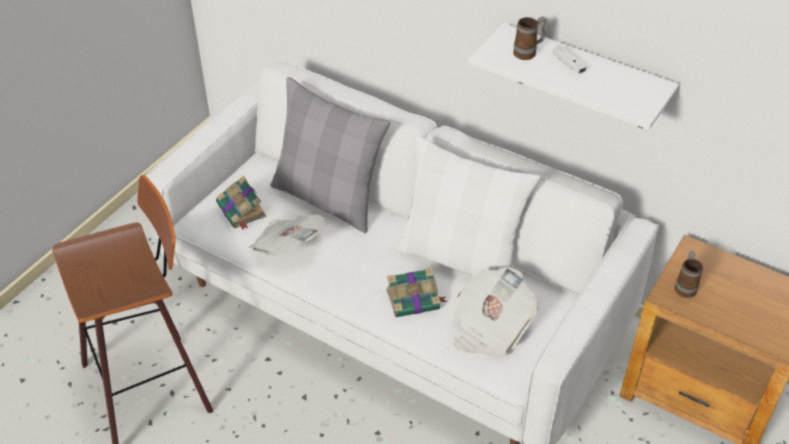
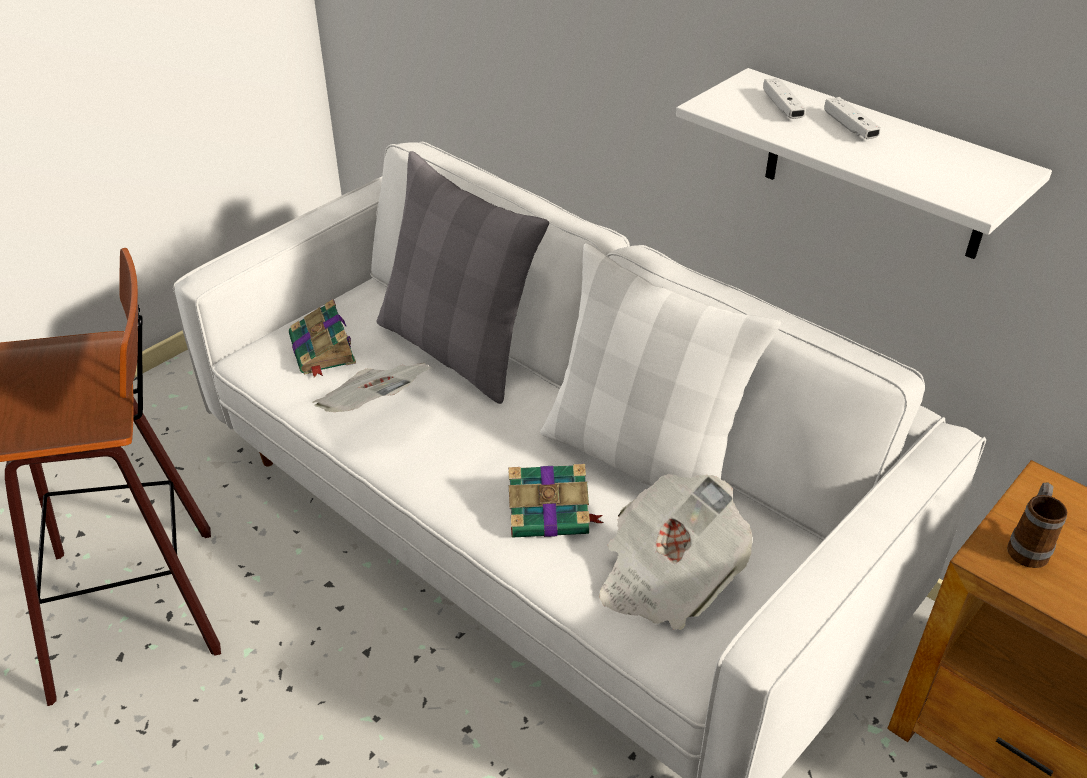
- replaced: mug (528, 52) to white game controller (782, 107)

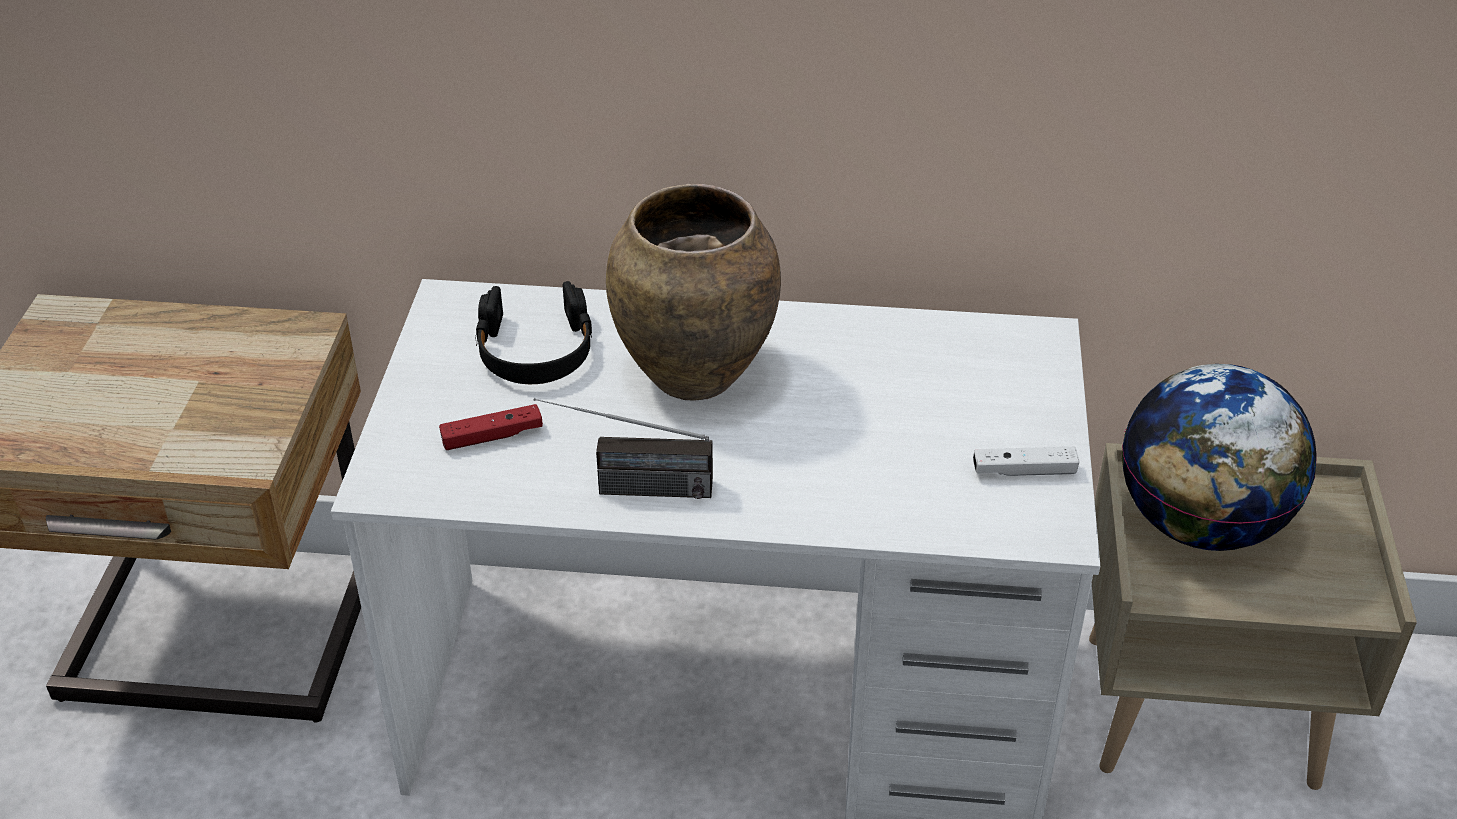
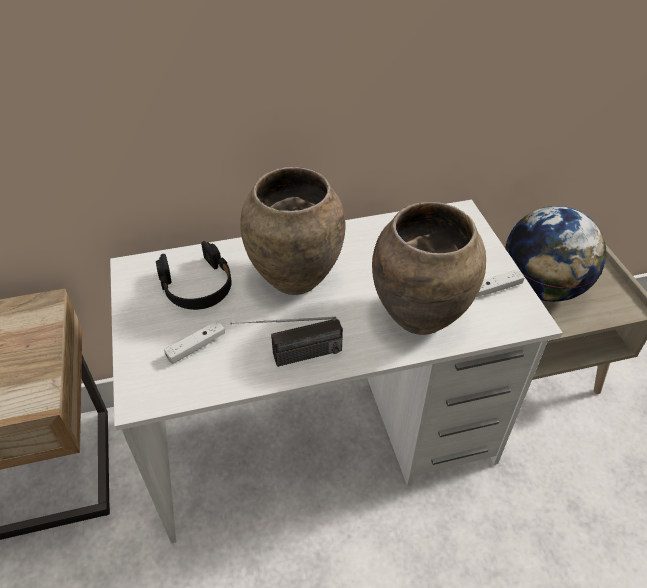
- recoloured: red game controller (492, 436) to white game controller (196, 347)
- added: brown vase (421, 317)

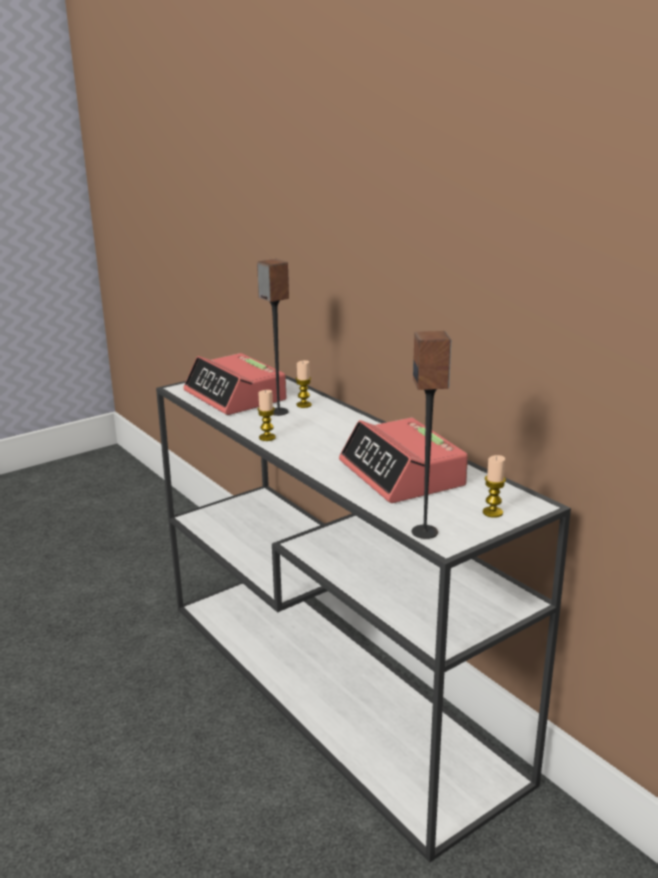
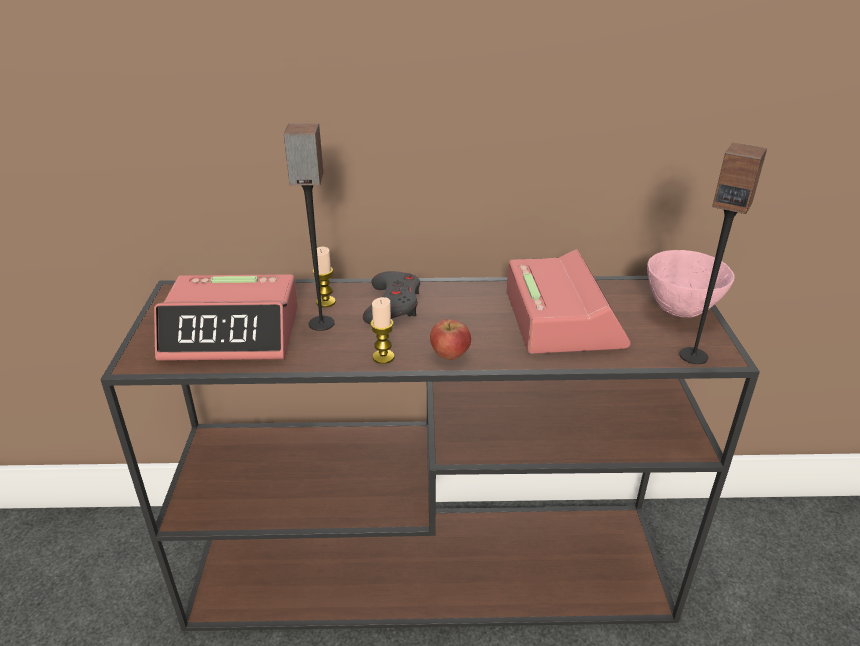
- recoloured: white console table (336, 687) to brown console table (434, 563)
- turned: alarm clock (402, 474) = (562, 318) 105 degrees counterclockwise
- replaced: candle (492, 512) to pink bowl (680, 309)
- added: grey game controller (393, 304)
- added: apple (450, 354)

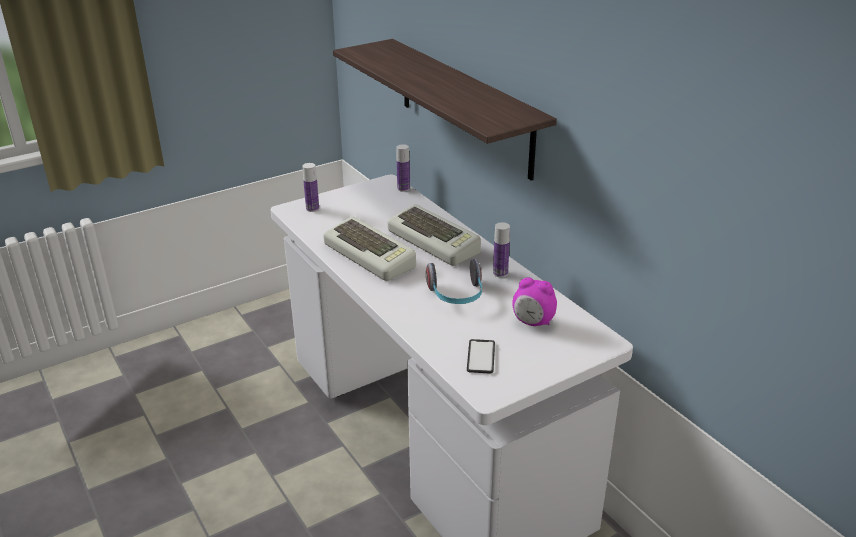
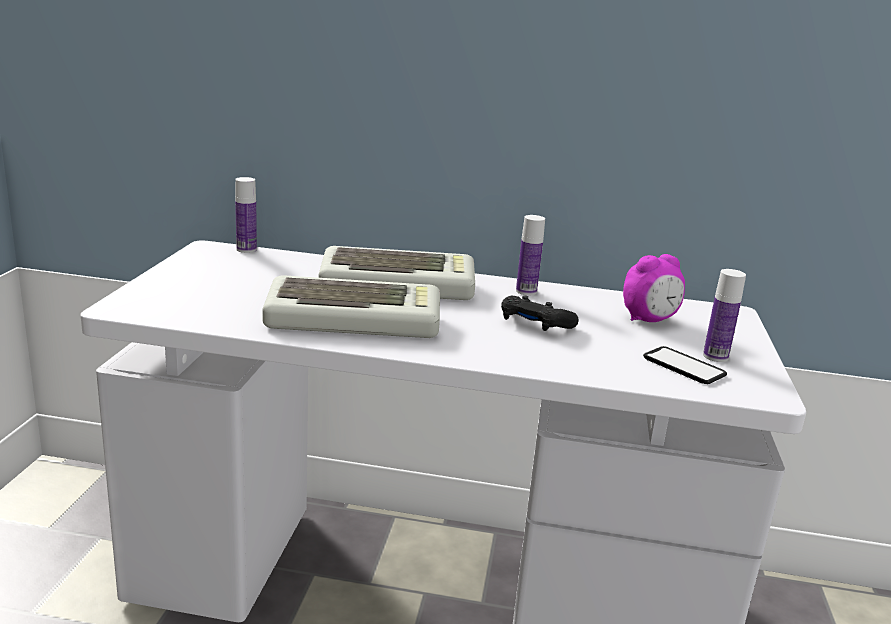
- removed: shelf (464, 107)
- moved: bottle (312, 209) to (715, 356)
- replaced: headphones (456, 295) to black game controller (534, 324)

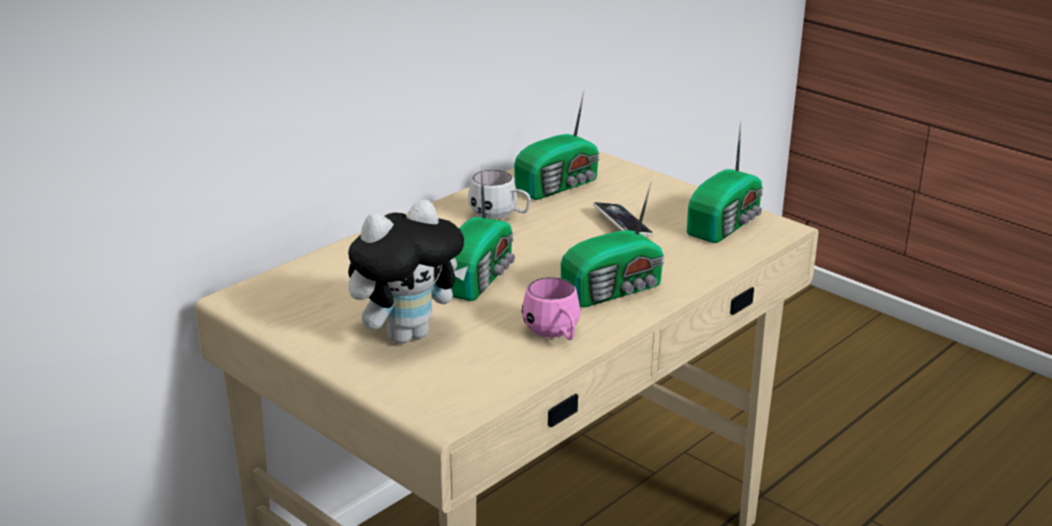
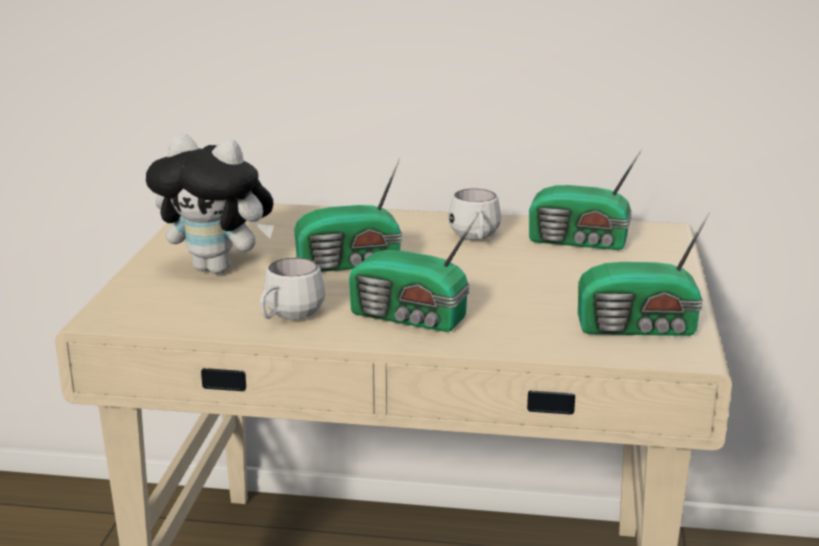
- removed: phone (622, 223)
- recoloured: pink mug (555, 335) to white mug (288, 318)

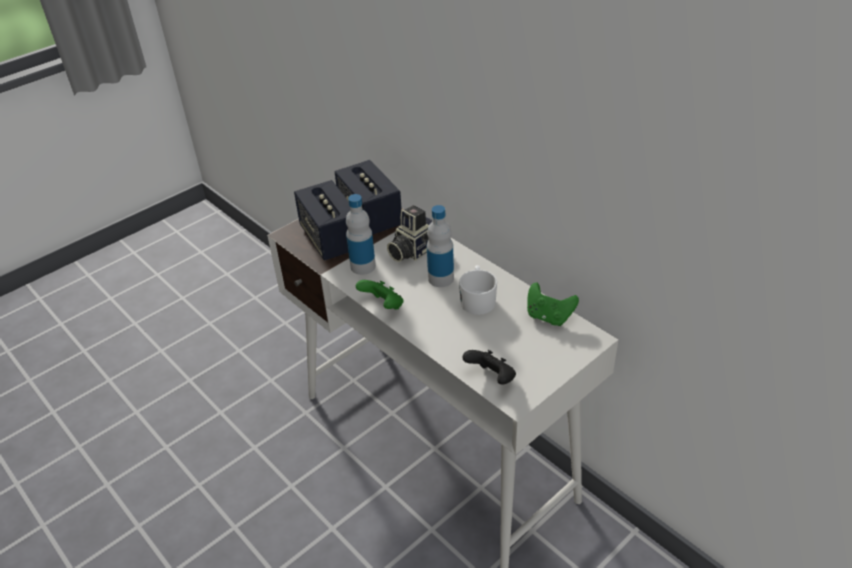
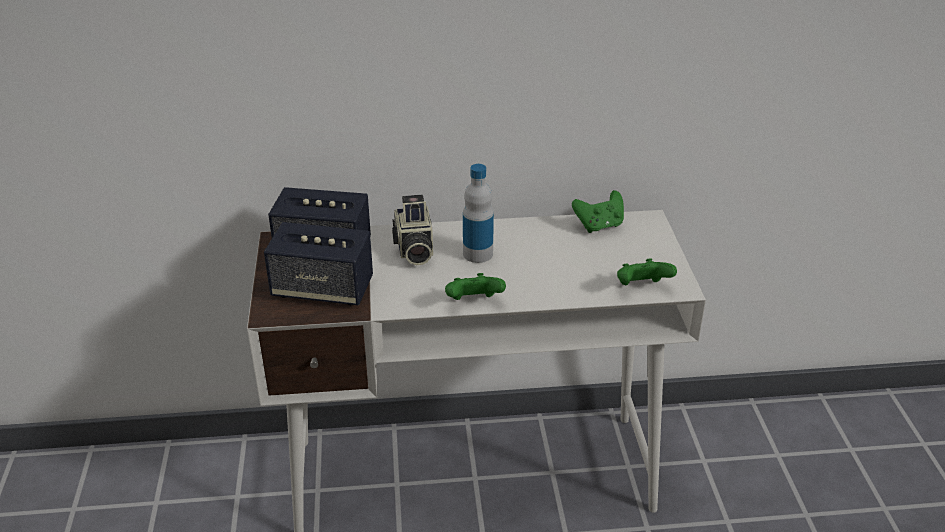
- removed: bottle (363, 266)
- removed: white mug (478, 299)
- recoloured: black game controller (491, 378) to green game controller (641, 288)

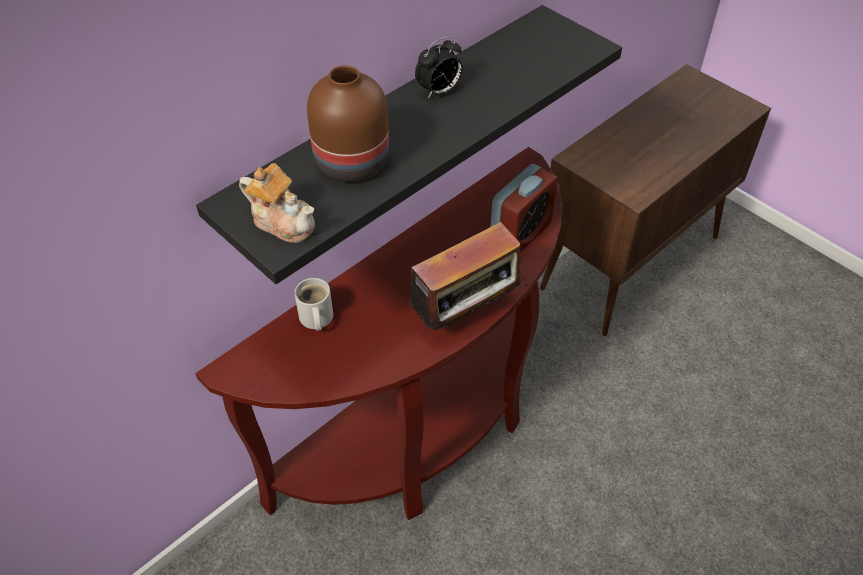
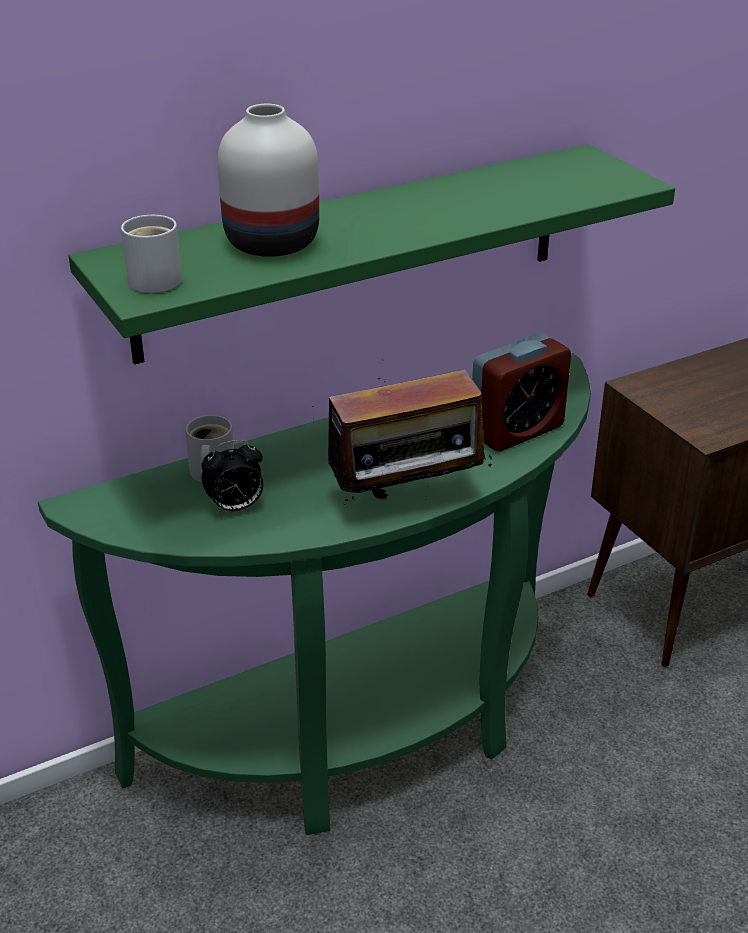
- recoloured: black shelf (391, 131) to green shelf (353, 251)
- moved: alarm clock (439, 92) to (235, 508)
- recoloured: brown vase (353, 164) to white vase (272, 244)
- recoloured: brown console table (424, 432) to green console table (366, 733)
- replaced: teapot (283, 222) to white mug (159, 279)

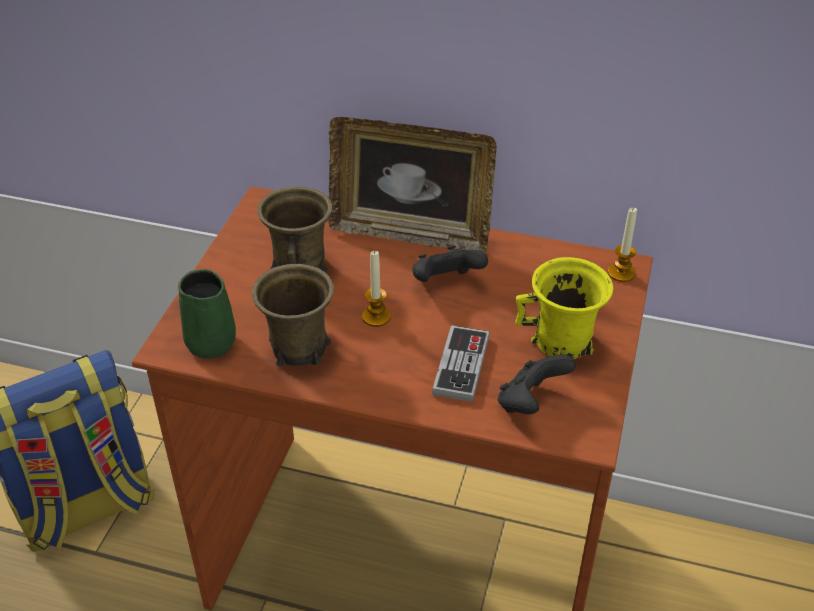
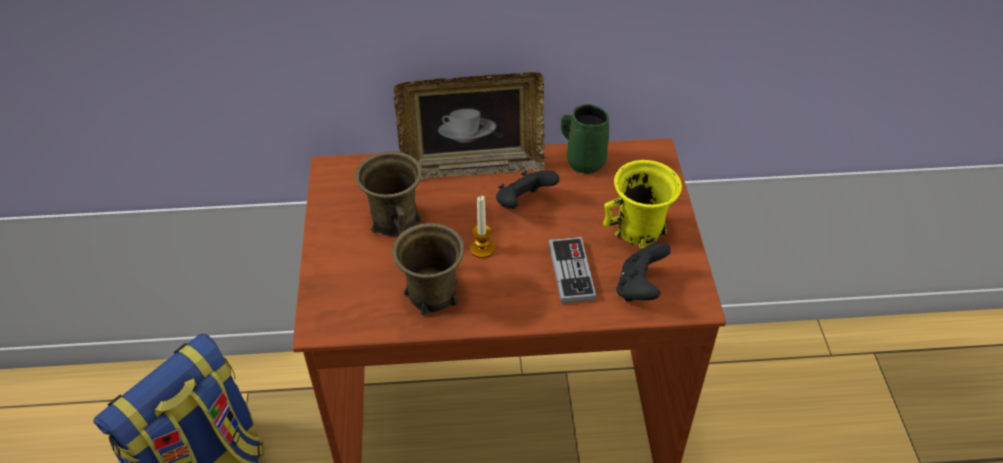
- removed: candle (621, 273)
- moved: green mug (210, 341) to (584, 161)

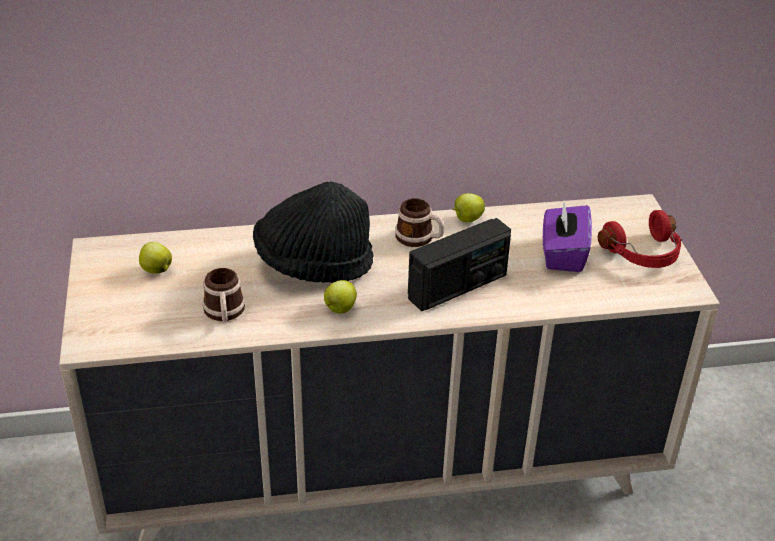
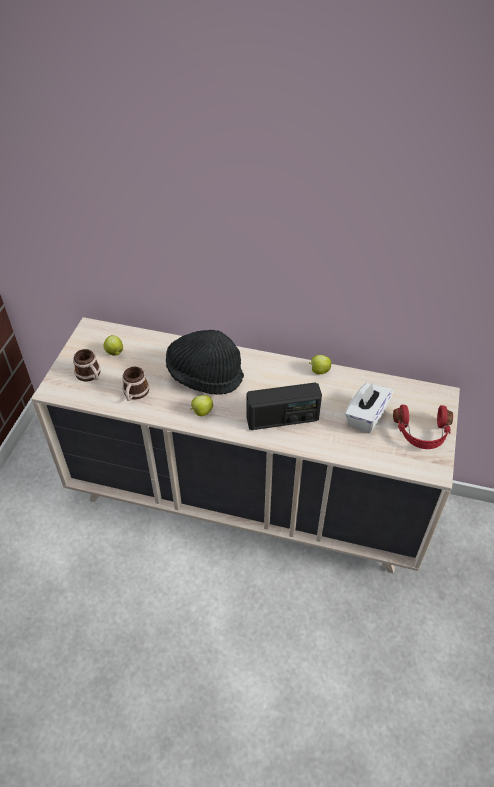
- moved: mug (419, 238) to (90, 375)
- recoloured: purple tissue box (563, 254) to white tissue box (366, 416)

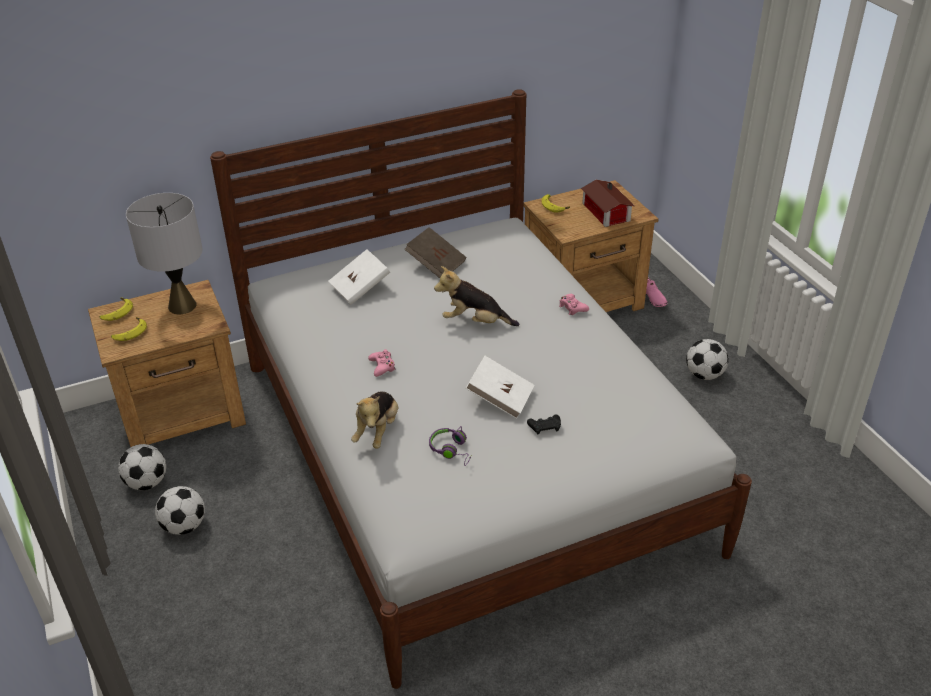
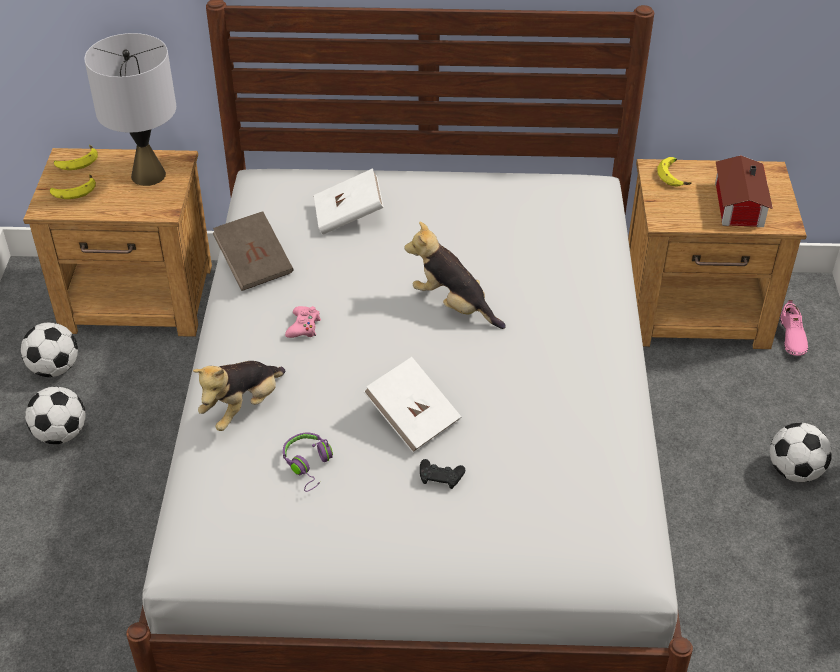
- moved: brown book (436, 264) to (254, 265)
- removed: pink game controller (572, 308)

